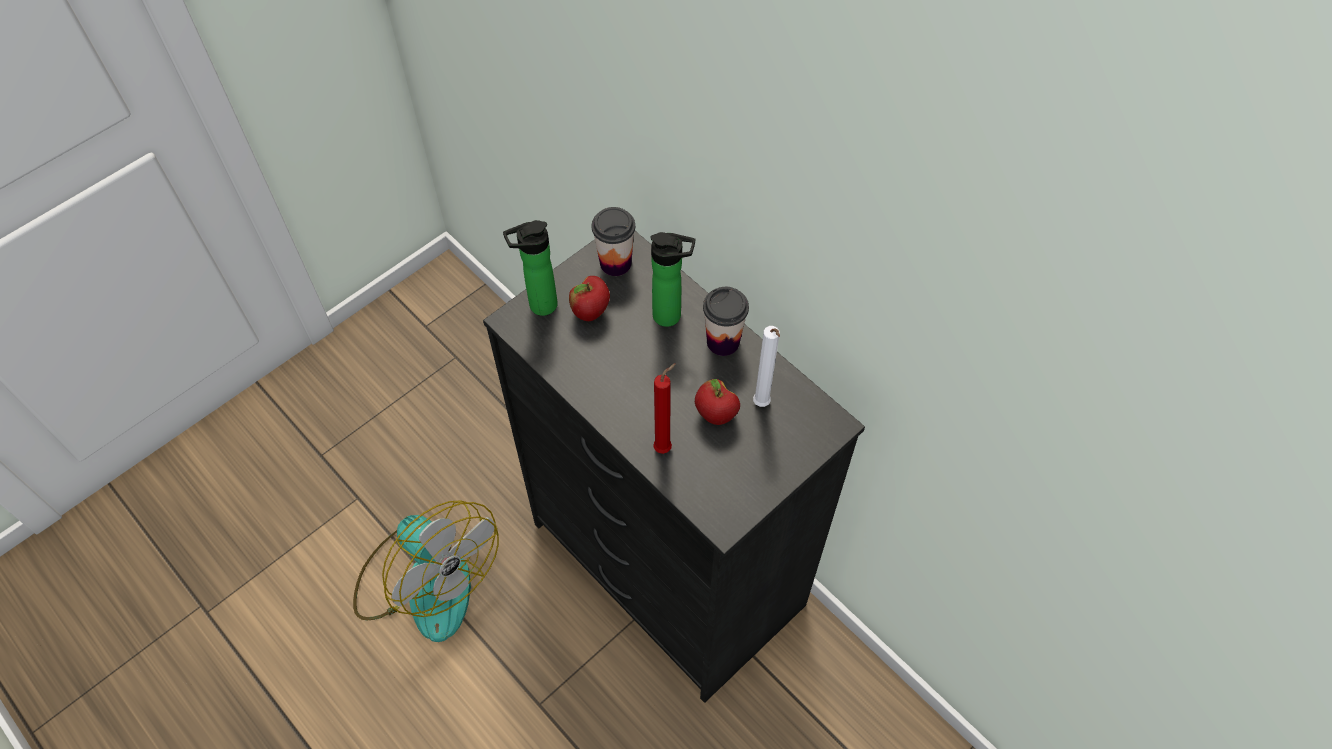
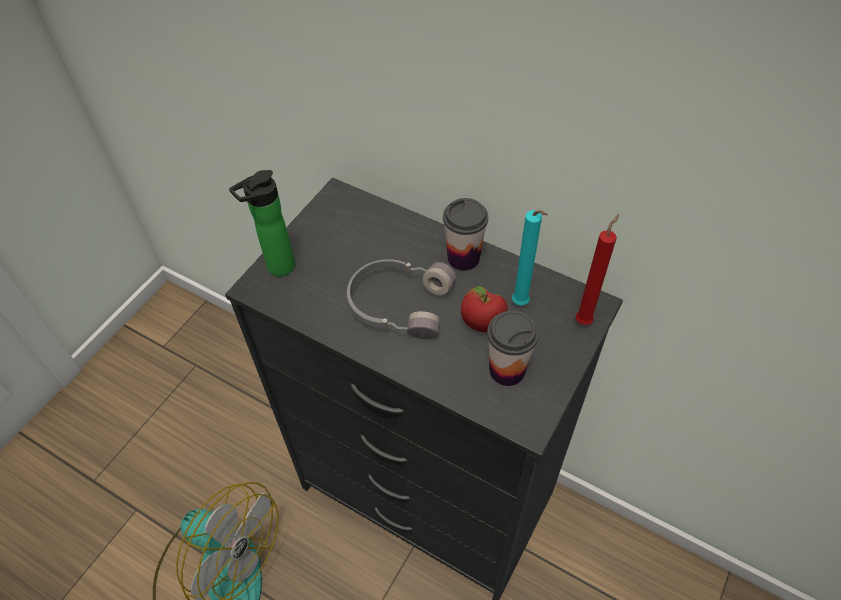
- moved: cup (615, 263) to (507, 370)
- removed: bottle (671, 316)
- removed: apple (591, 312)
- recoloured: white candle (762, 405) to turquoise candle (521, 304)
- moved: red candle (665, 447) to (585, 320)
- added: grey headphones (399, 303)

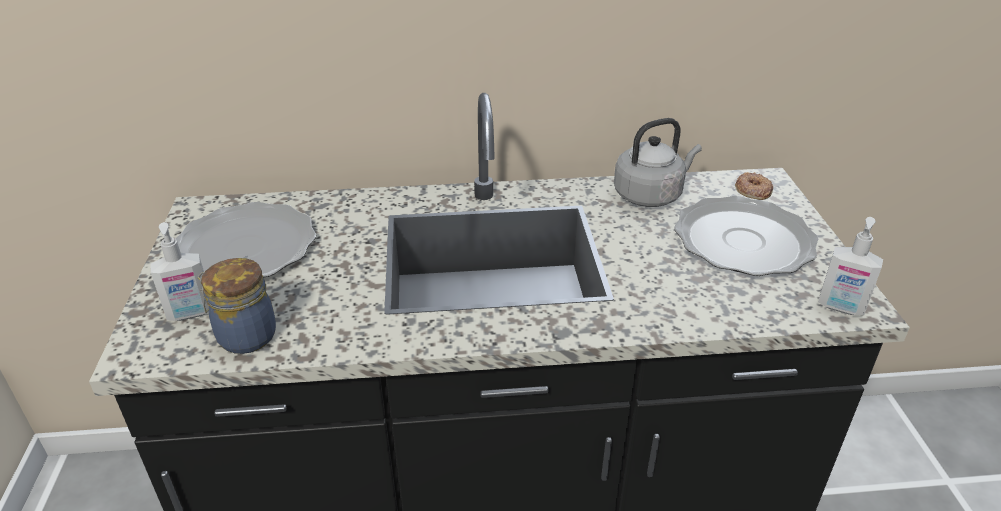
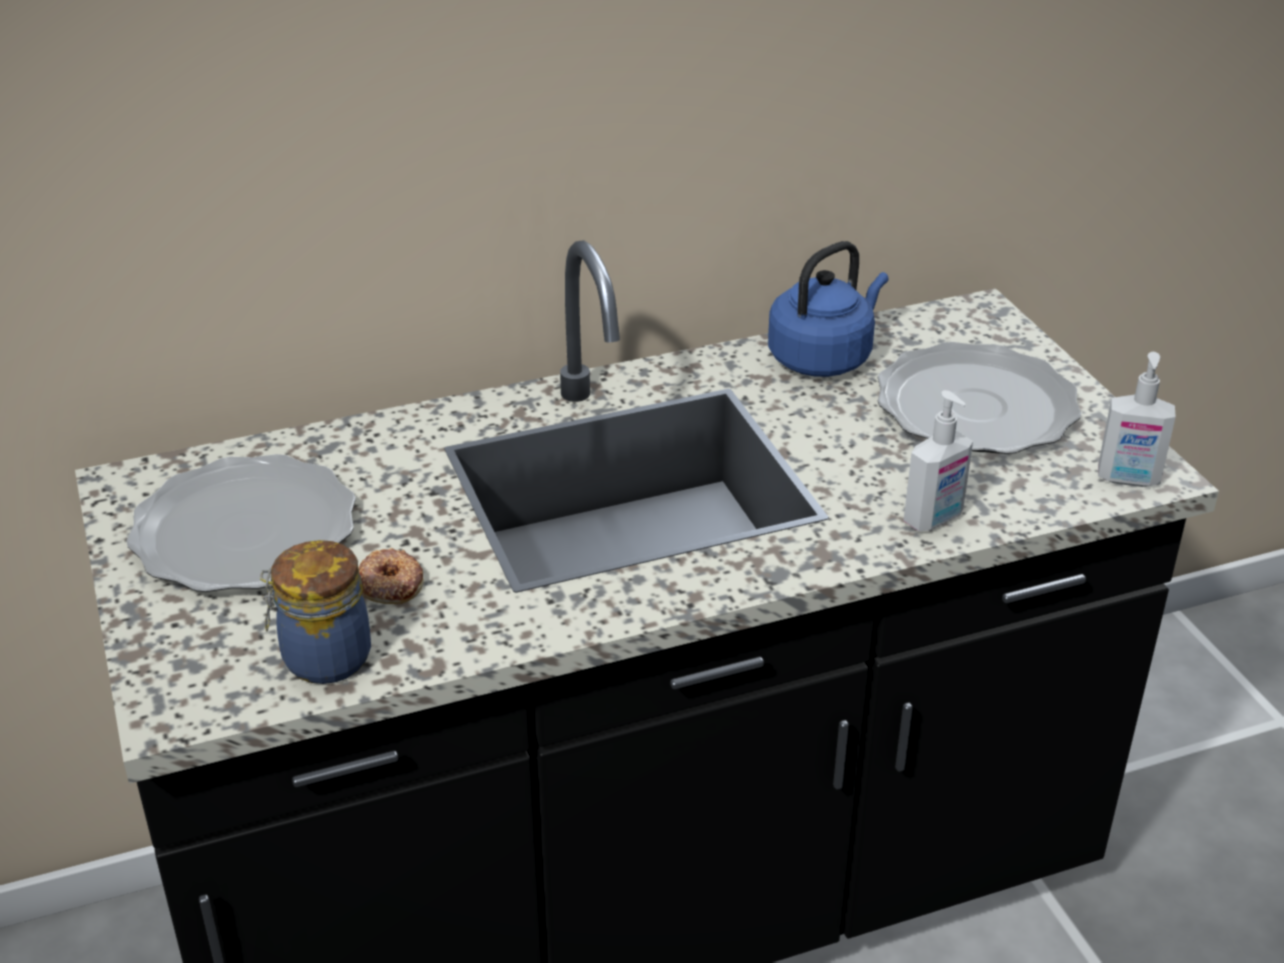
- recoloured: grey kettle (650, 195) to blue kettle (823, 357)
- moved: donut (752, 190) to (390, 584)
- moved: soap dispenser (190, 313) to (934, 520)

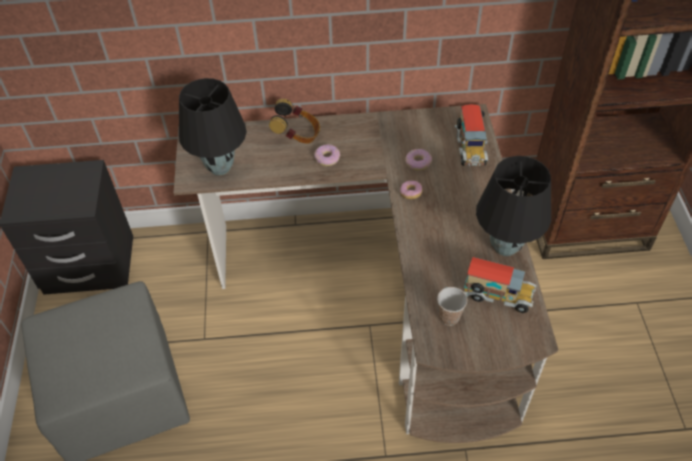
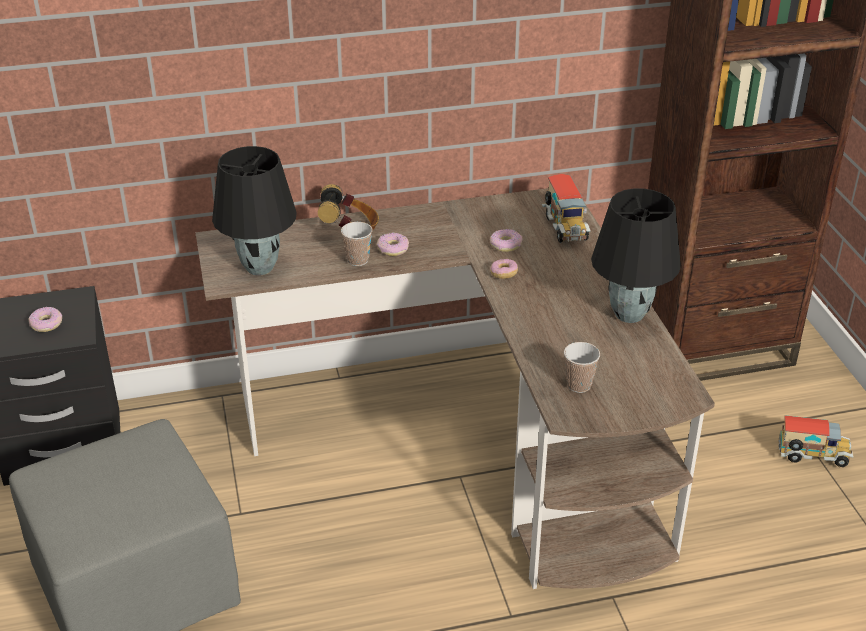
- moved: toy truck (497, 297) to (812, 456)
- added: cup (358, 260)
- added: donut (46, 324)

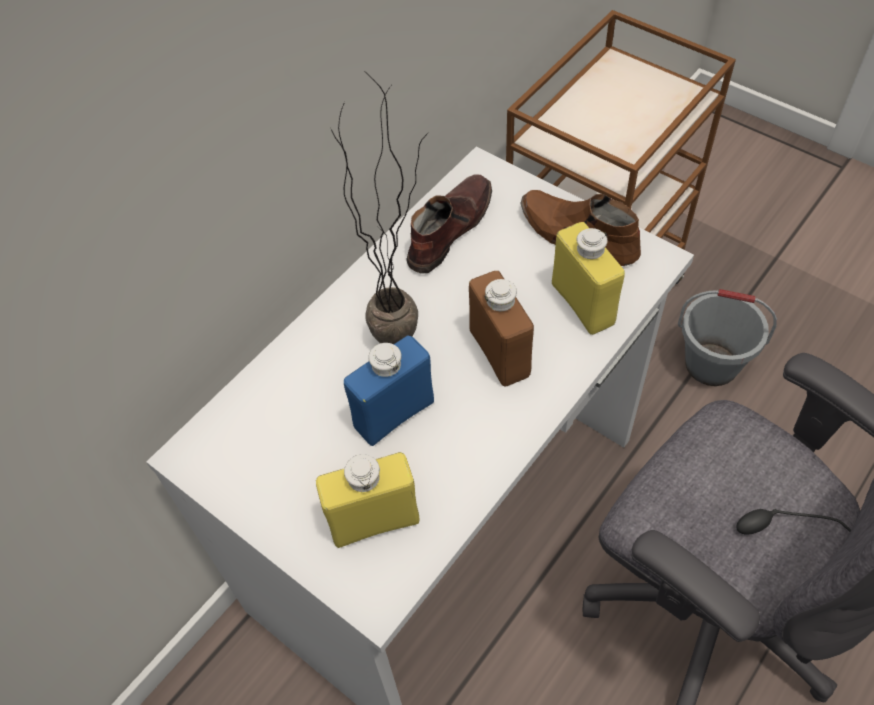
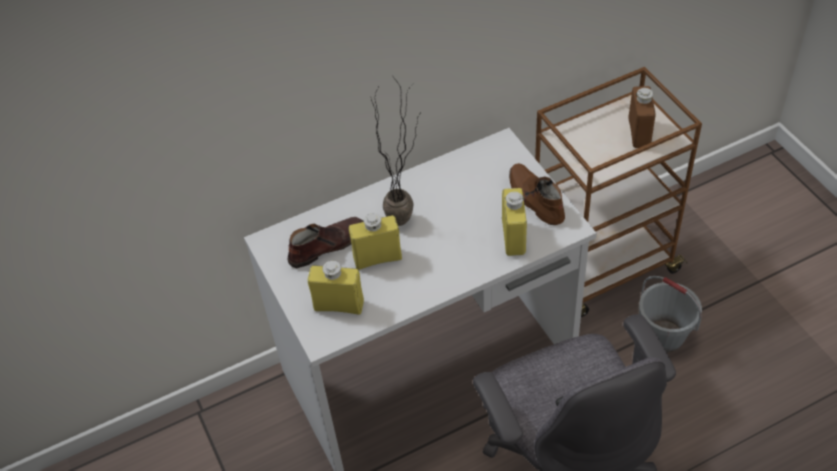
- moved: brown shoe (448, 229) to (326, 245)
- moved: brown bottle (499, 353) to (639, 133)
- recoloured: blue bottle (394, 414) to yellow bottle (377, 258)

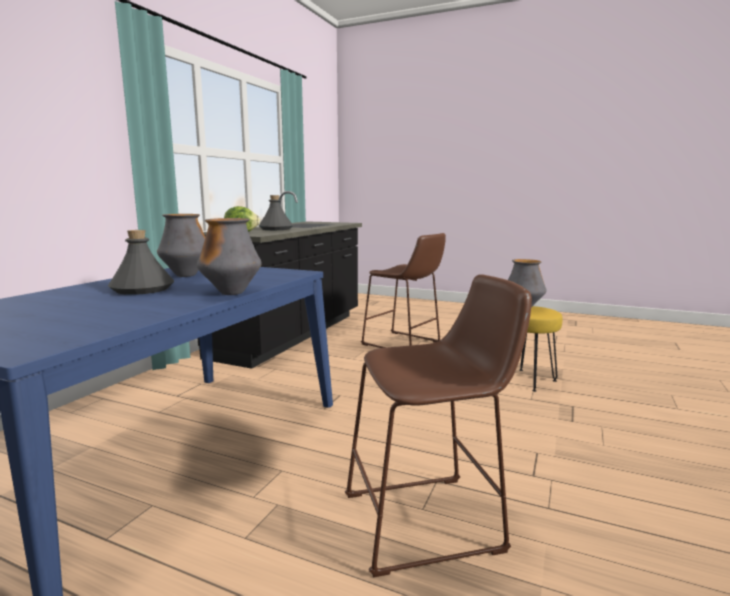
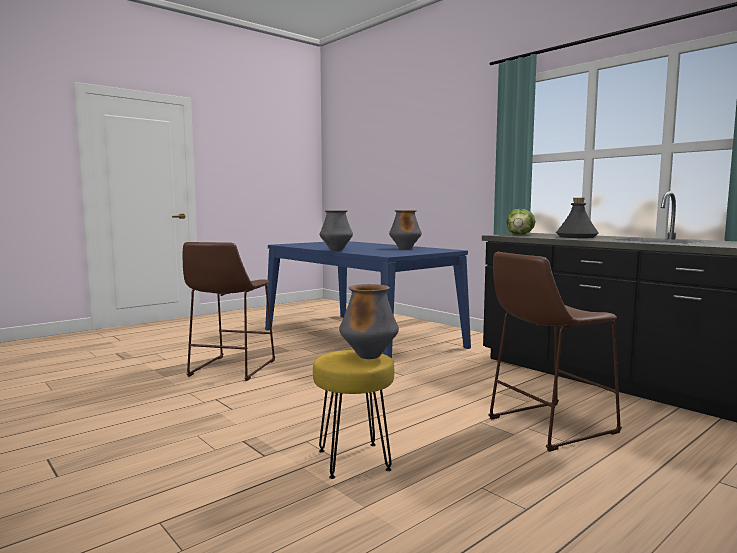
- removed: grey bottle (142, 289)

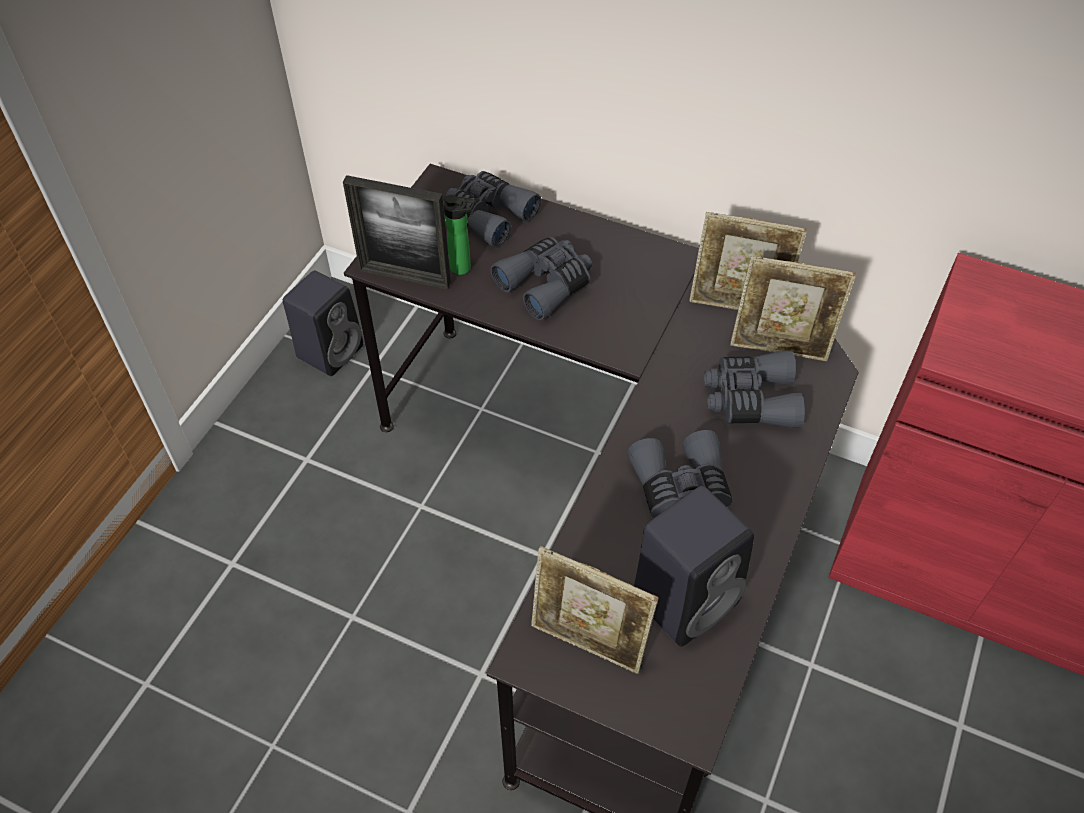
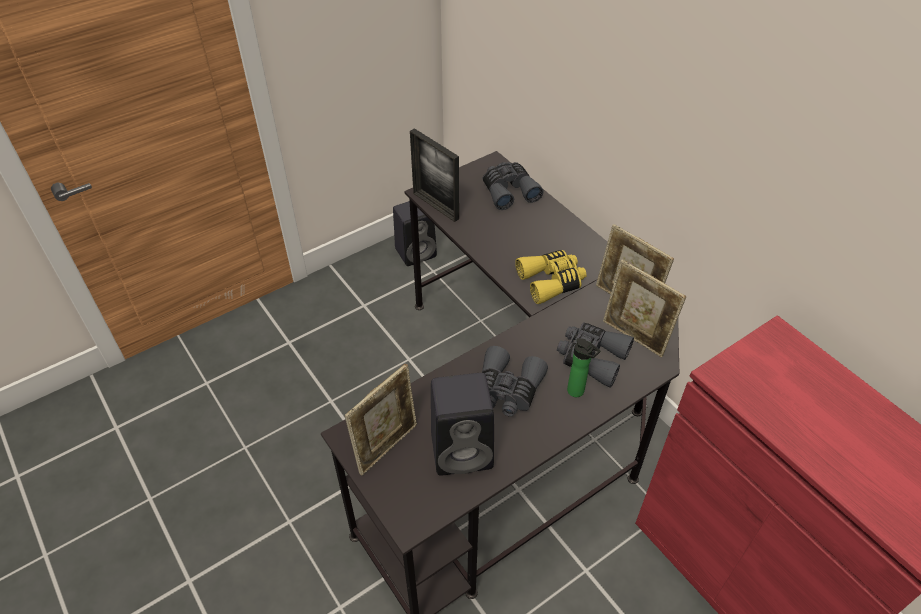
- moved: bottle (463, 268) to (578, 392)
- removed: grey binoculars (546, 284)
- turned: picture frame (588, 644) = (387, 446) 105 degrees counterclockwise
- added: yellow binoculars (551, 281)

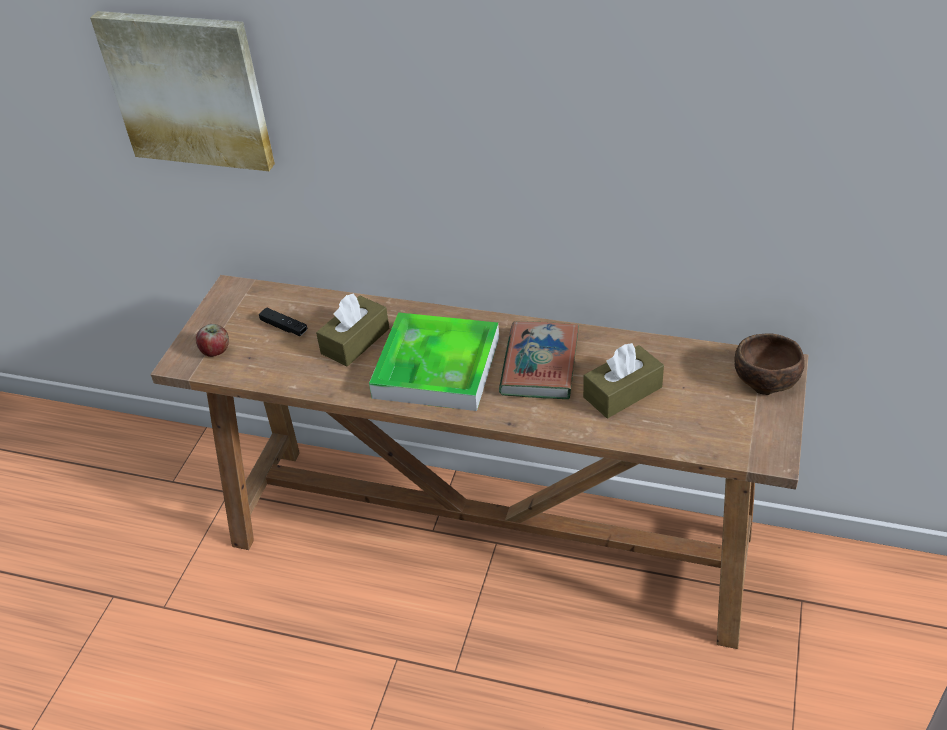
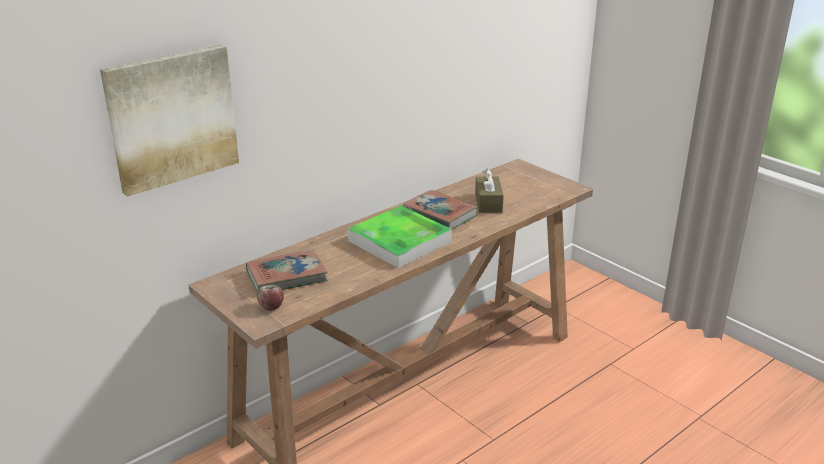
- removed: brown tissue box (355, 341)
- replaced: black game controller (284, 327) to book (286, 276)
- removed: brown bowl (764, 377)

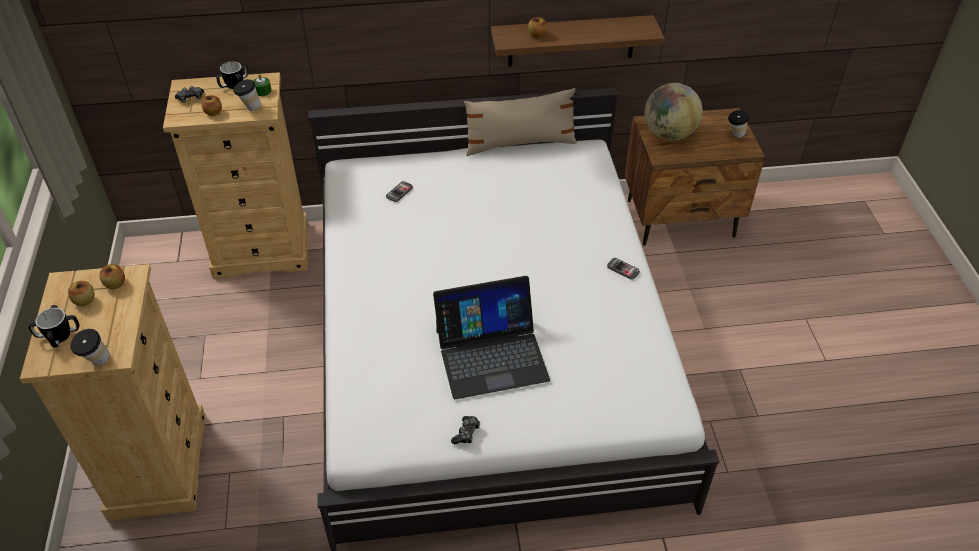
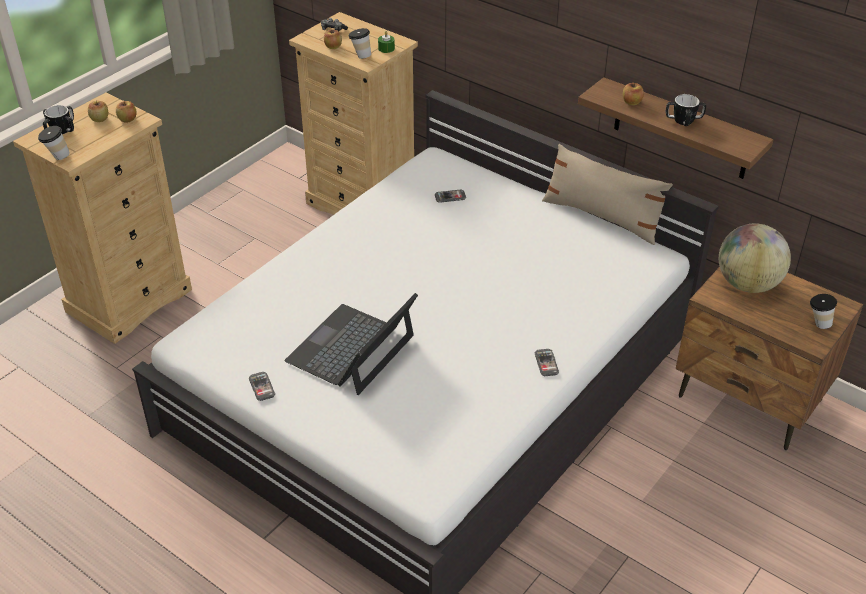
- moved: mug (234, 85) to (683, 121)
- turned: laptop (491, 354) = (352, 349) 90 degrees clockwise
- replaced: game controller (466, 433) to phone (262, 387)

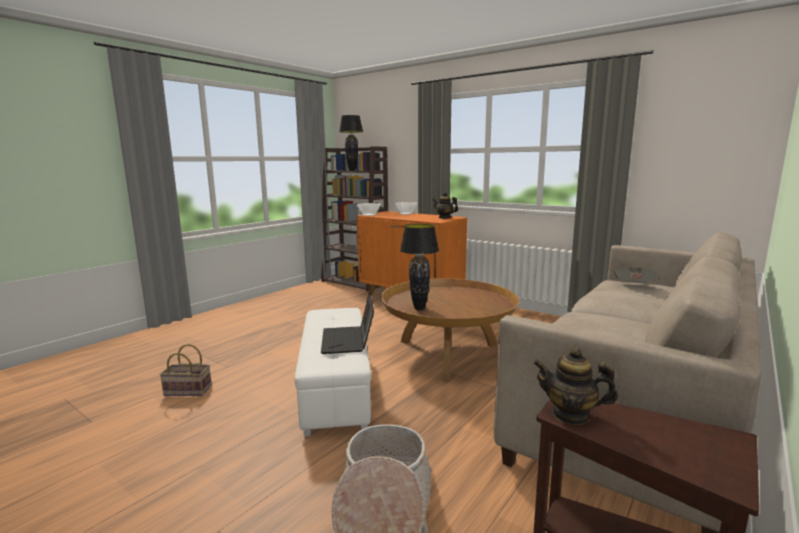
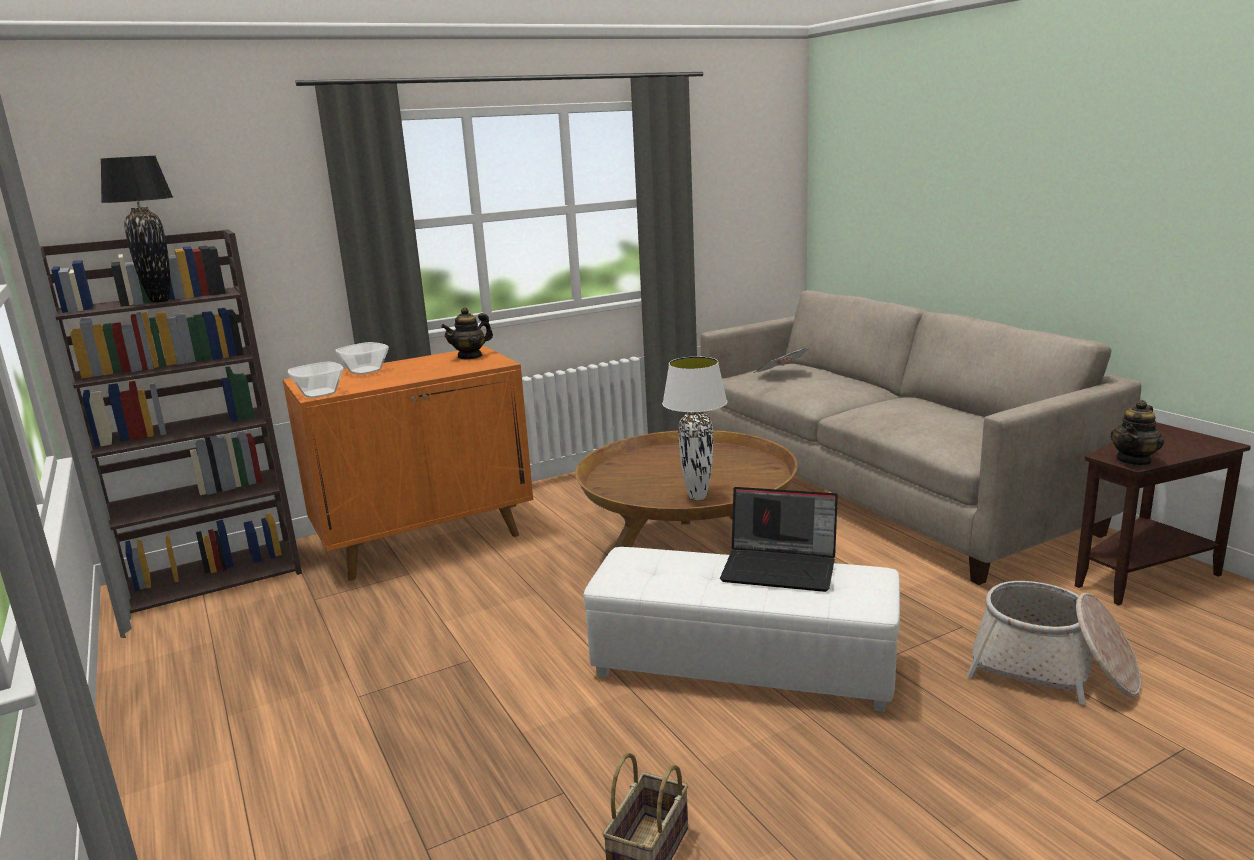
- recoloured: black table lamp (419, 309) to white table lamp (698, 497)

